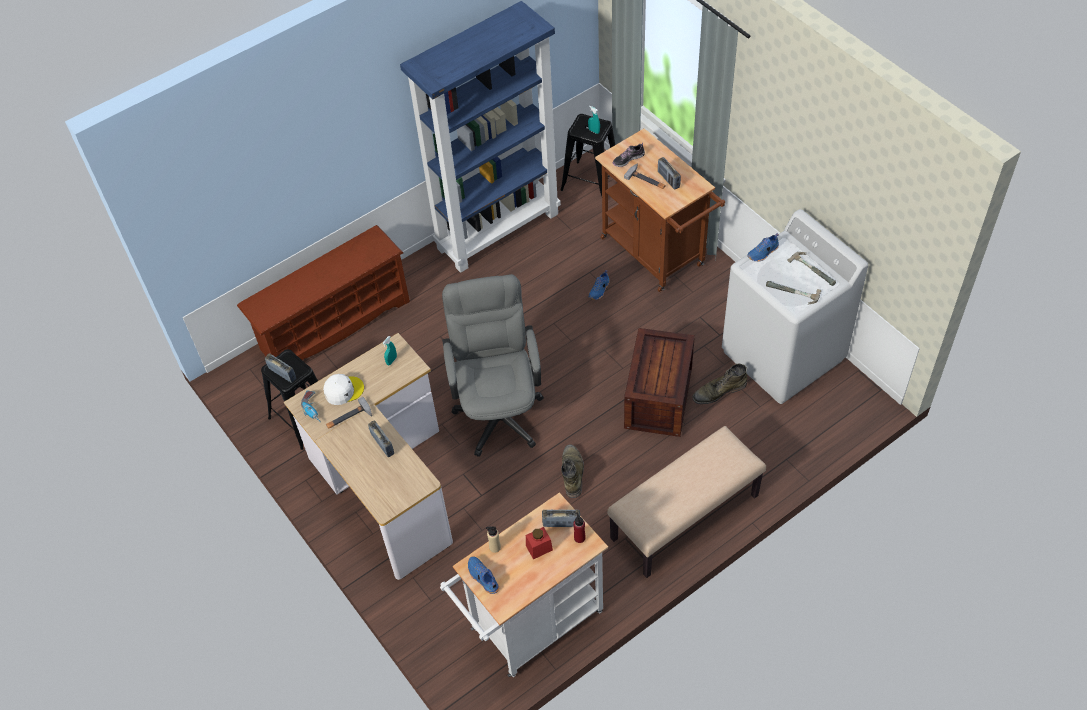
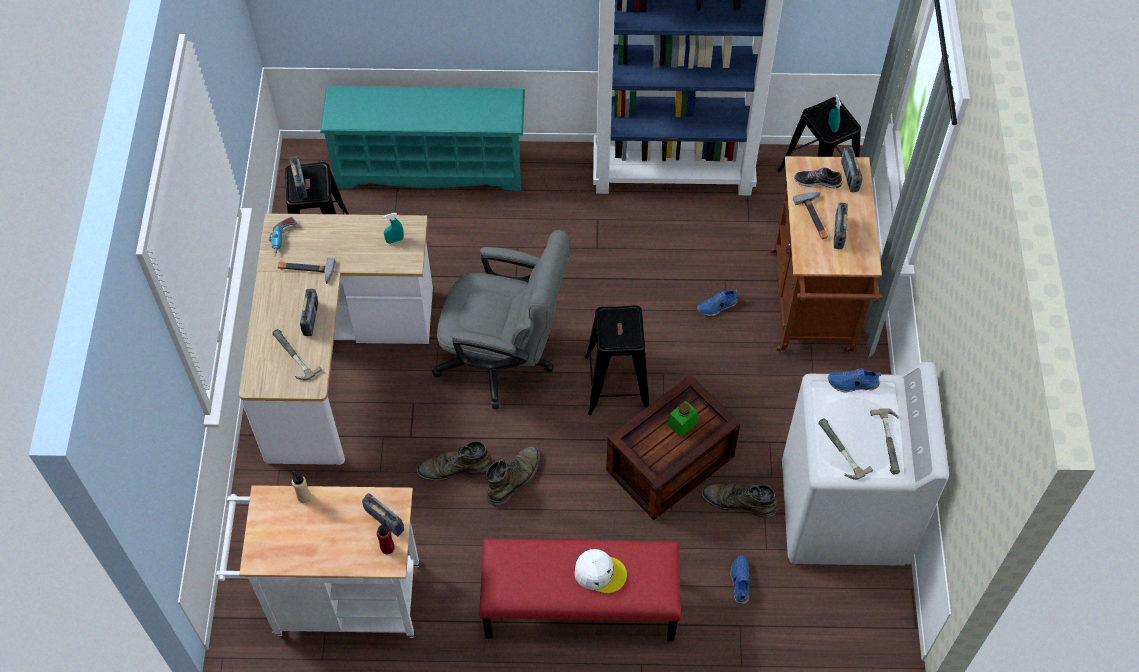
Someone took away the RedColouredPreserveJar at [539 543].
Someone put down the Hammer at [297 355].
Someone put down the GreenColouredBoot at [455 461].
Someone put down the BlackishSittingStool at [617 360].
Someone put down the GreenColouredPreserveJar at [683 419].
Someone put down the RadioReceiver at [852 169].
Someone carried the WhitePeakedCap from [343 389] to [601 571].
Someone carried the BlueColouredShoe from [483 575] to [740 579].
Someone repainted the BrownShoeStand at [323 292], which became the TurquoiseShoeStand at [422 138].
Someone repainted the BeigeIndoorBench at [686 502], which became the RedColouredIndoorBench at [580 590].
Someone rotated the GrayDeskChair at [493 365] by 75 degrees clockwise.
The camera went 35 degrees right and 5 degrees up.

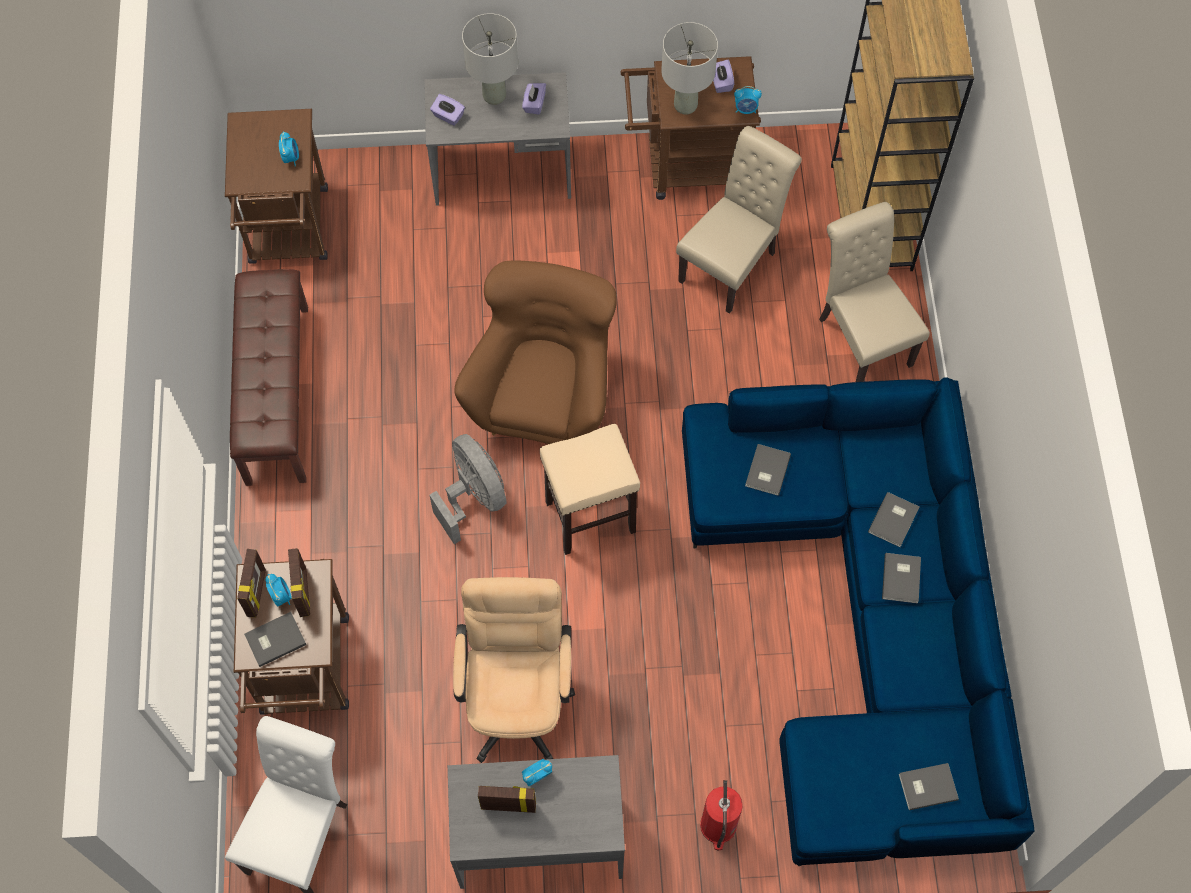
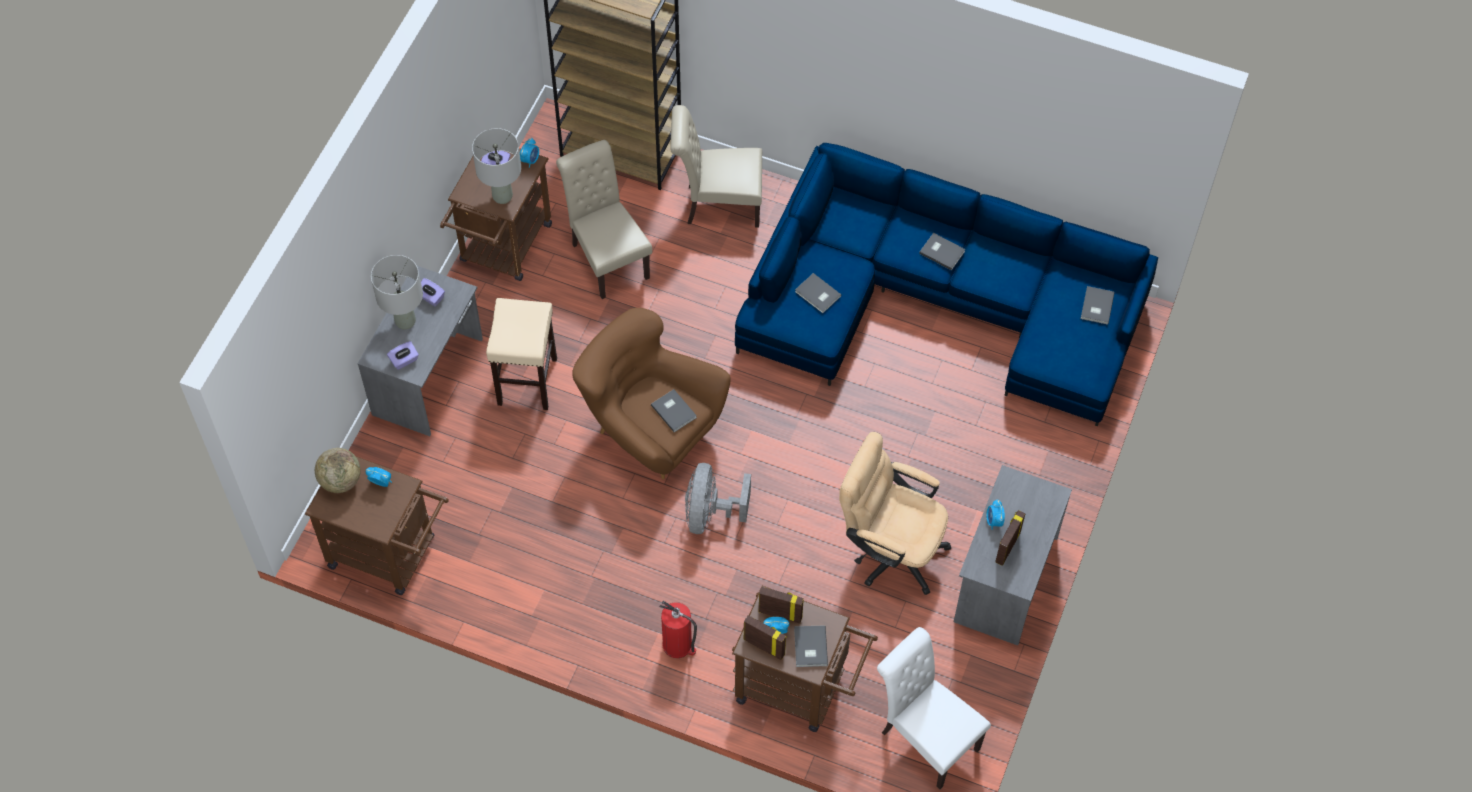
Someone took away the BrownIndoorBench at [269 377].
Someone put down the DeskGlobe at [338 470].
Someone carried the BeigeSittingStool from [590 489] to [521 354].
Someone carried the FireFightingCylinder from [721 815] to [678 629].
Someone carried the GrayVolume from [893 519] to [674 410].
Someone rotated the GrayElectricFan at [467 489] by 75 degrees counterclockwise.
The camera went 65 degrees left and 5 degrees down.

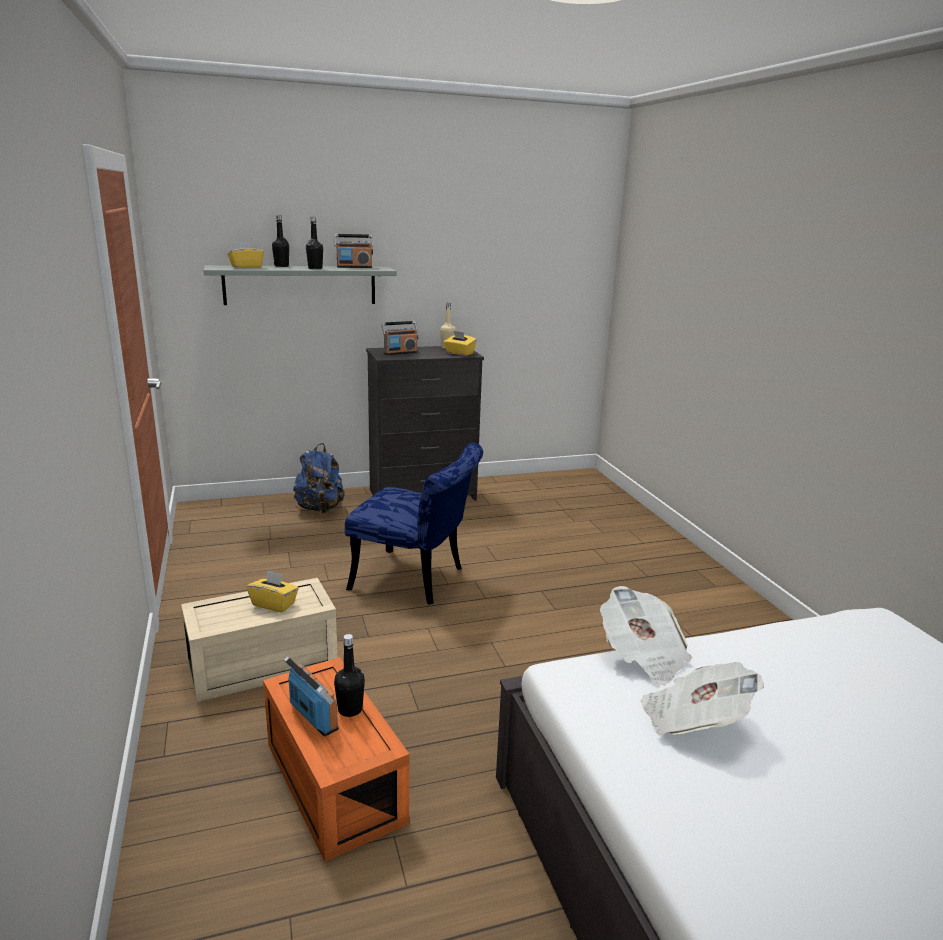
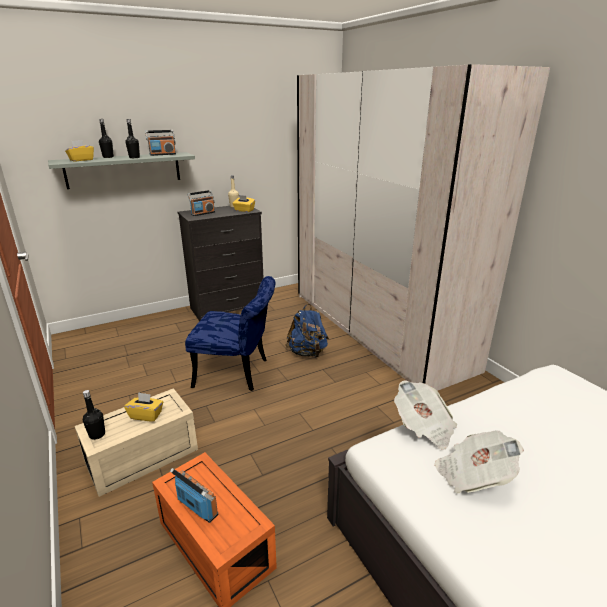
Someone put down the BeigeWardrobe at [423 227].
Someone carried the BlueColouredBackpack from [319 478] to [307 331].
Someone carried the BlackishDrinkBottle from [349 675] to [94 415].
The camera went 10 degrees left and 5 degrees up.

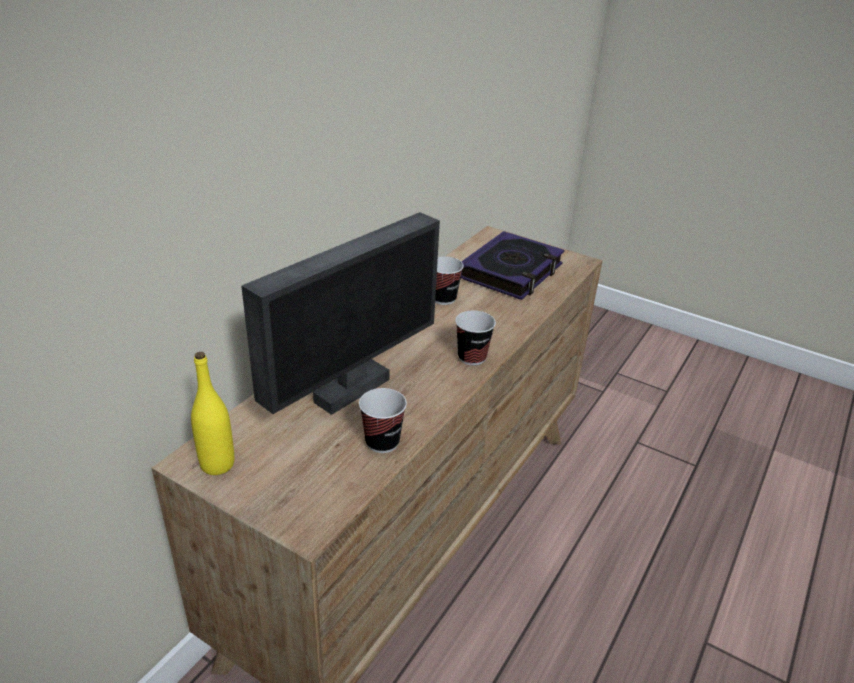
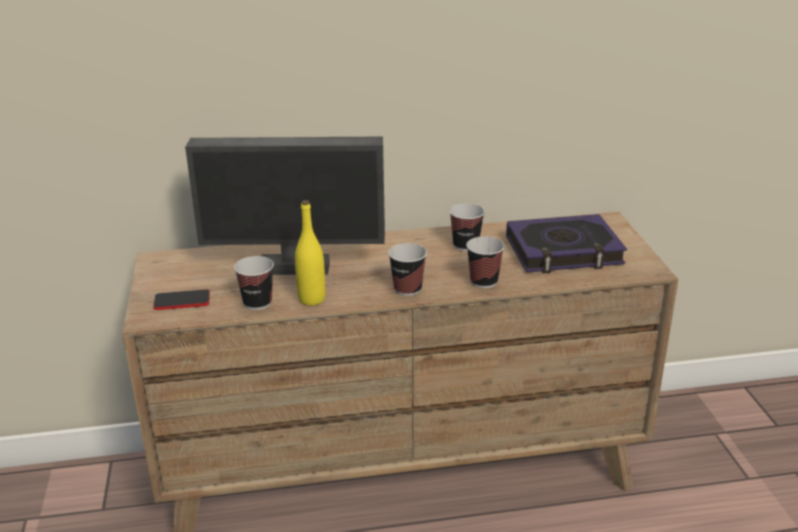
Someone put down the Telephone at [181 299].
Someone put down the Cup at [485 262].
Someone carried the YellowDrinkBottle from [212 413] to [310 253].
The camera went 50 degrees right and 5 degrees down.

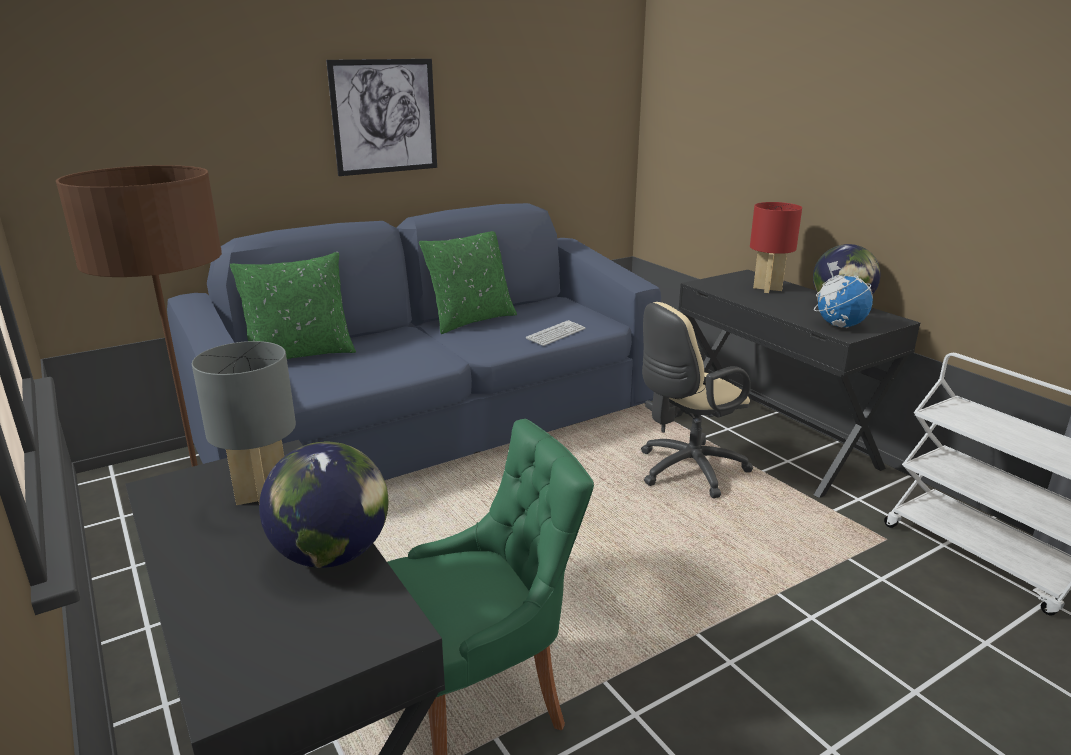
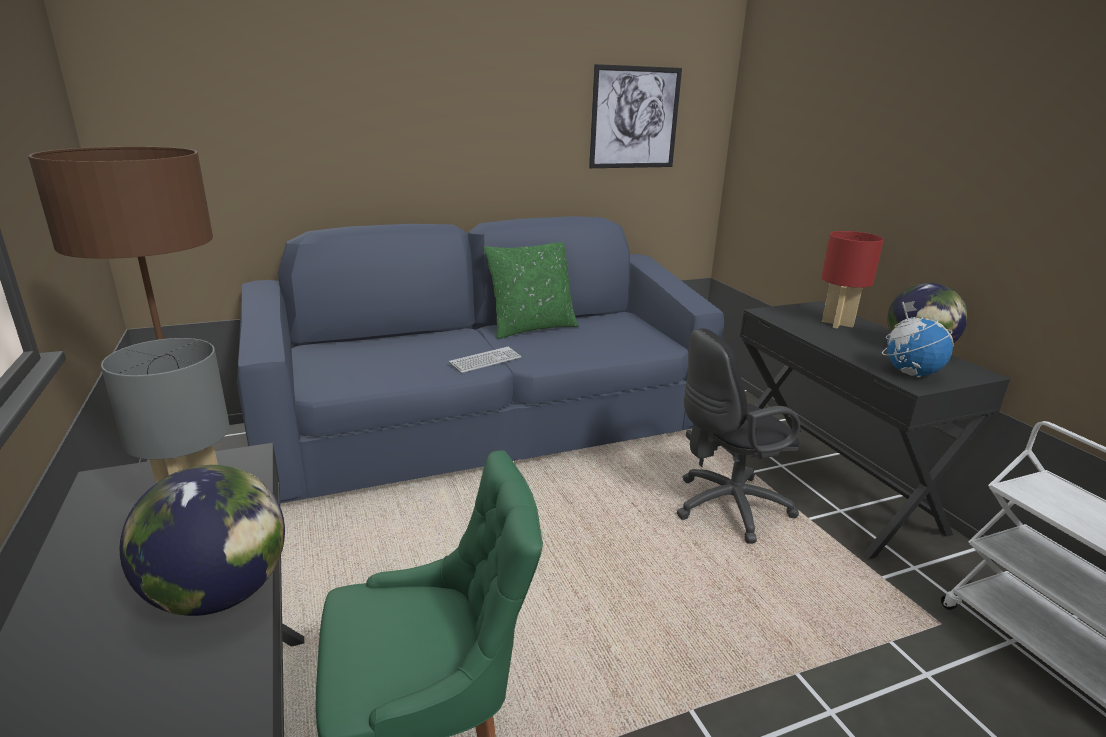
Someone took away the GreenColouredPillow at [293 305].
Someone carried the WallArt from [381 117] to [635 116].
Someone carried the PcKeyboard from [555 333] to [485 360].
Someone repainted the BeigeDeskChair at [697 400], which became the BlackishDeskChair at [738 435].
The camera went 10 degrees right and 0 degrees up.

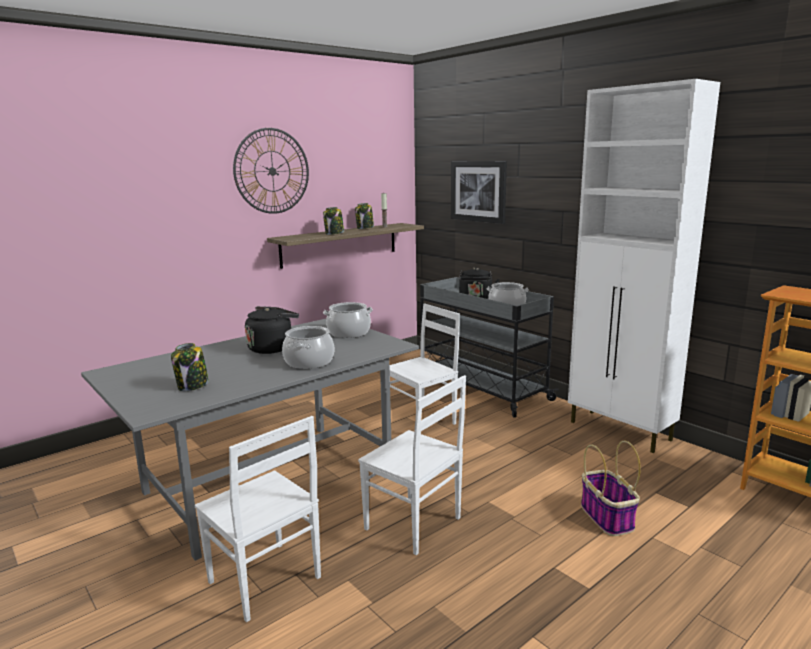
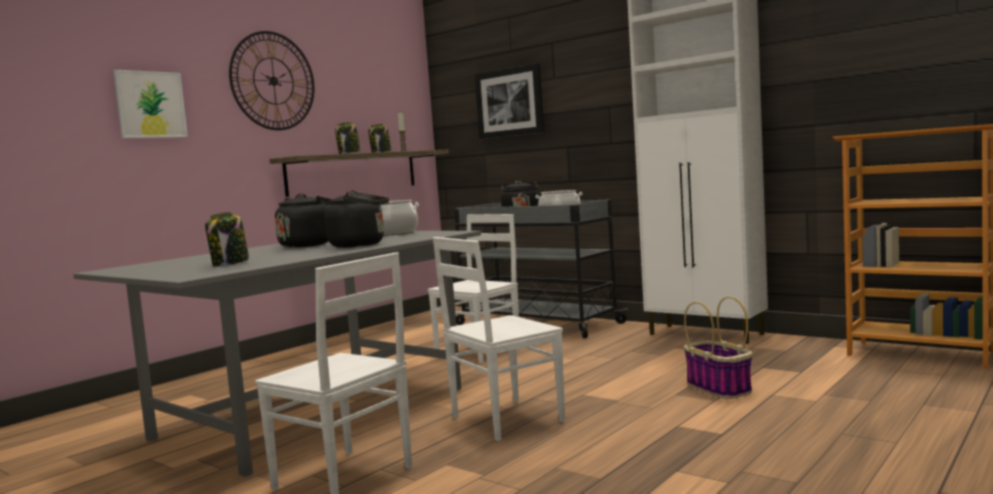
Someone put up the WallArt at [150 104].
Someone swapped the Stockpot at [308 347] for the BlackishTeaKettle at [357 219].
Someone rotated the WhiteChair at [412 465] by 120 degrees clockwise.
The camera went 10 degrees left and 10 degrees down.

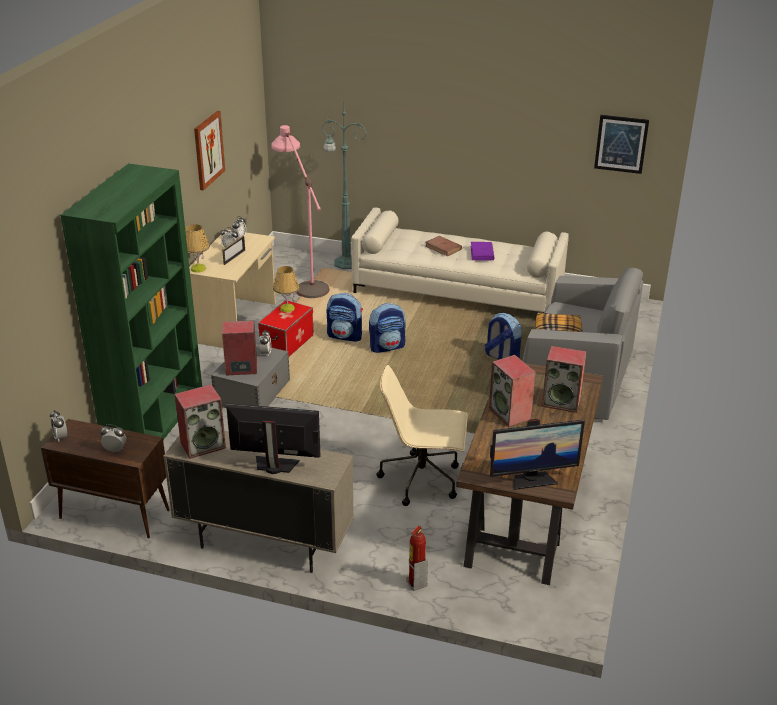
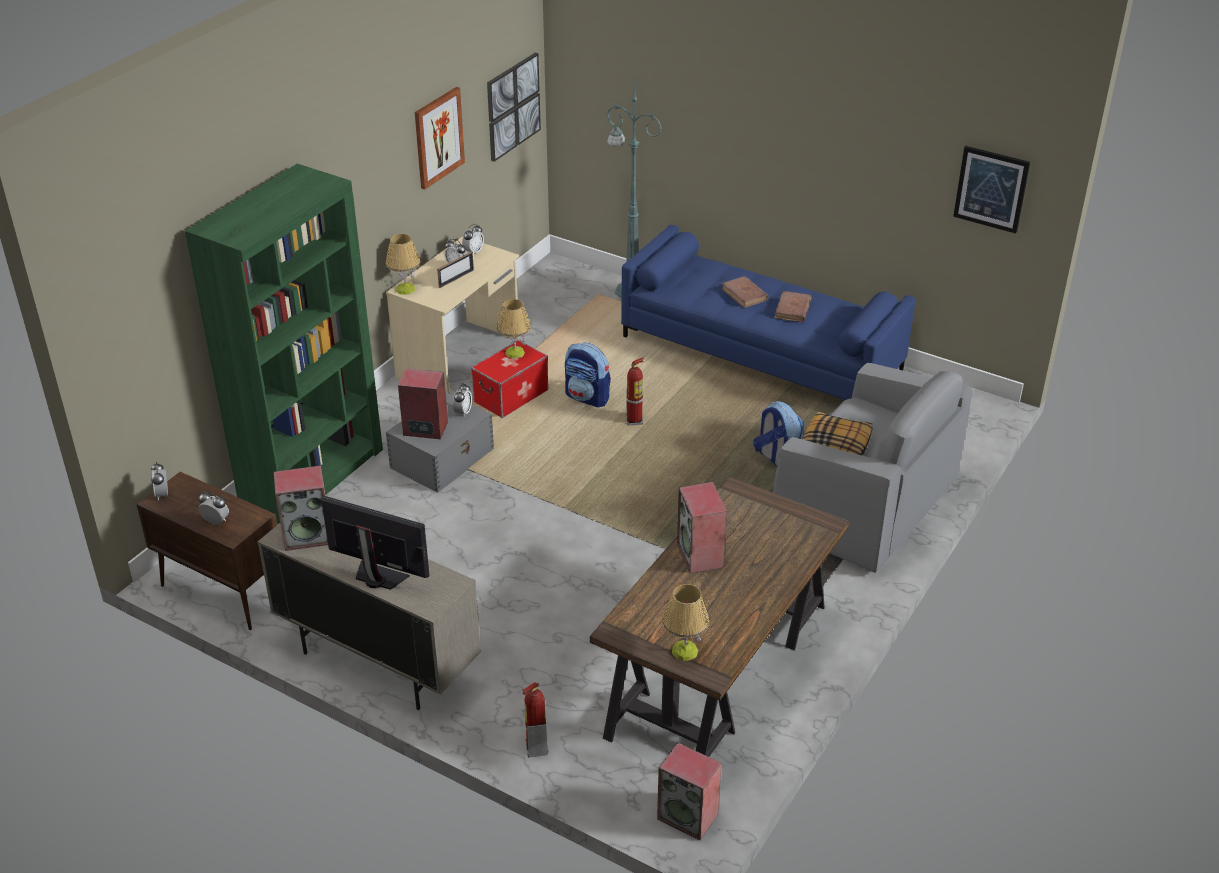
Someone took away the PinkColouredStandardLamp at [300 211].
Someone took away the BeigeDeskChair at [422 435].
Someone put up the WallArt at [514 107].
Someone carried the AudioSpeaker from [564 379] to [689 791].
Someone swapped the Backpack at [387 328] for the FireFightingCylinder at [635 392].
Someone swapped the Monitor at [537 454] for the TableLamp at [686 622].
Someone repainted the BeigeSettee at [460 260], which became the BlueColouredSettee at [768 312].
Someone repainted the PurplishVolume at [482 251], which became the BrownVolume at [793 306].
The camera went 15 degrees right and 5 degrees up.

